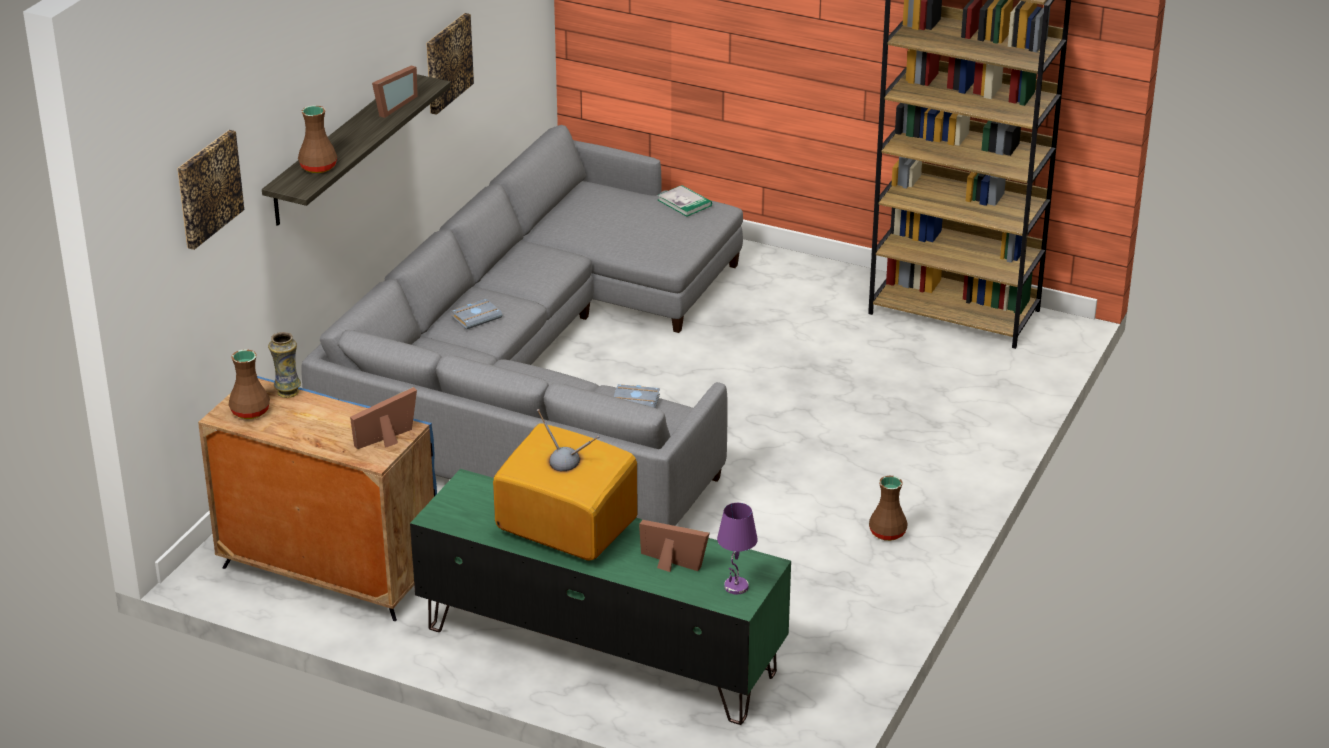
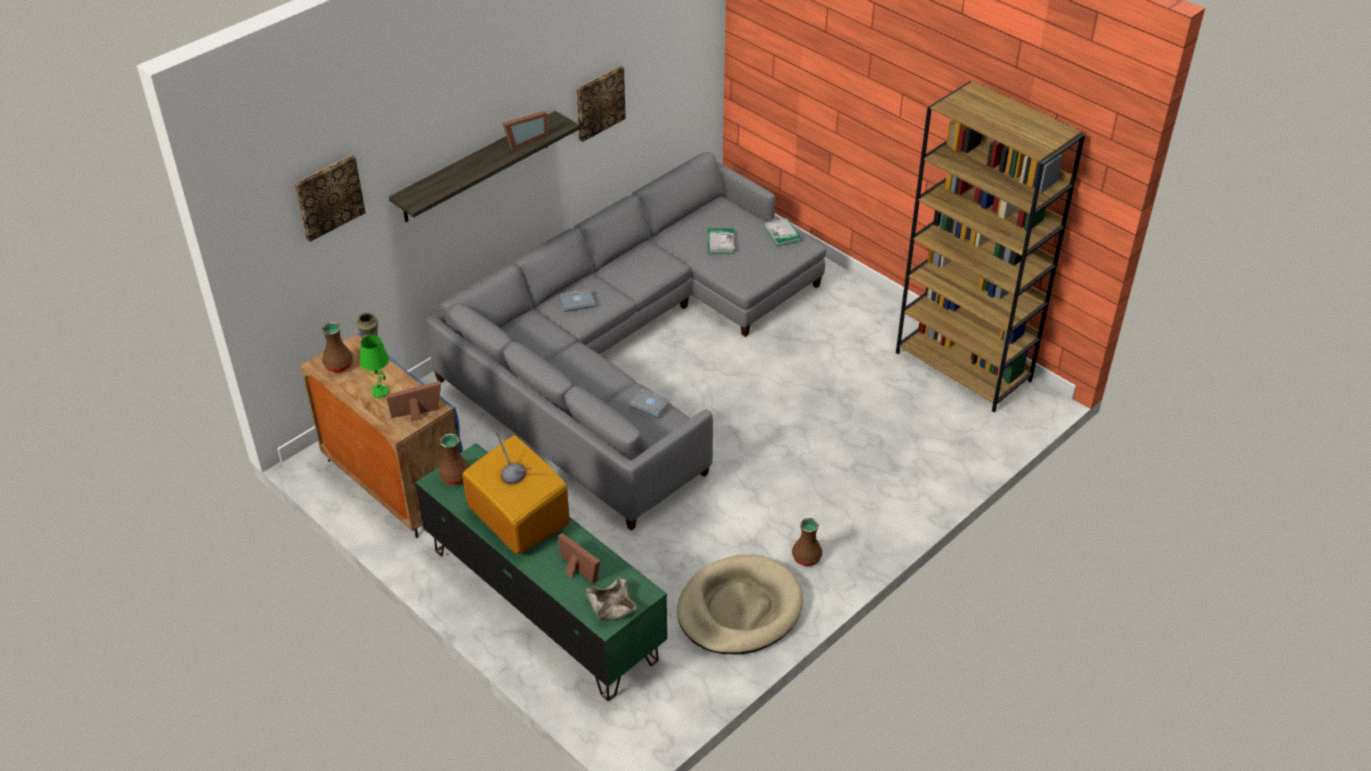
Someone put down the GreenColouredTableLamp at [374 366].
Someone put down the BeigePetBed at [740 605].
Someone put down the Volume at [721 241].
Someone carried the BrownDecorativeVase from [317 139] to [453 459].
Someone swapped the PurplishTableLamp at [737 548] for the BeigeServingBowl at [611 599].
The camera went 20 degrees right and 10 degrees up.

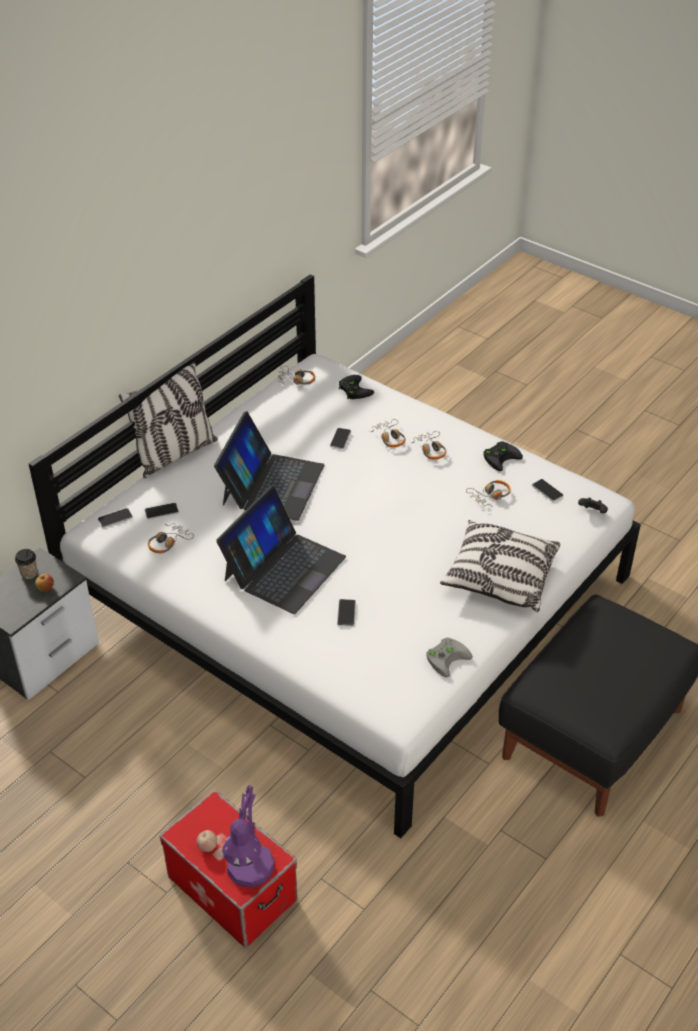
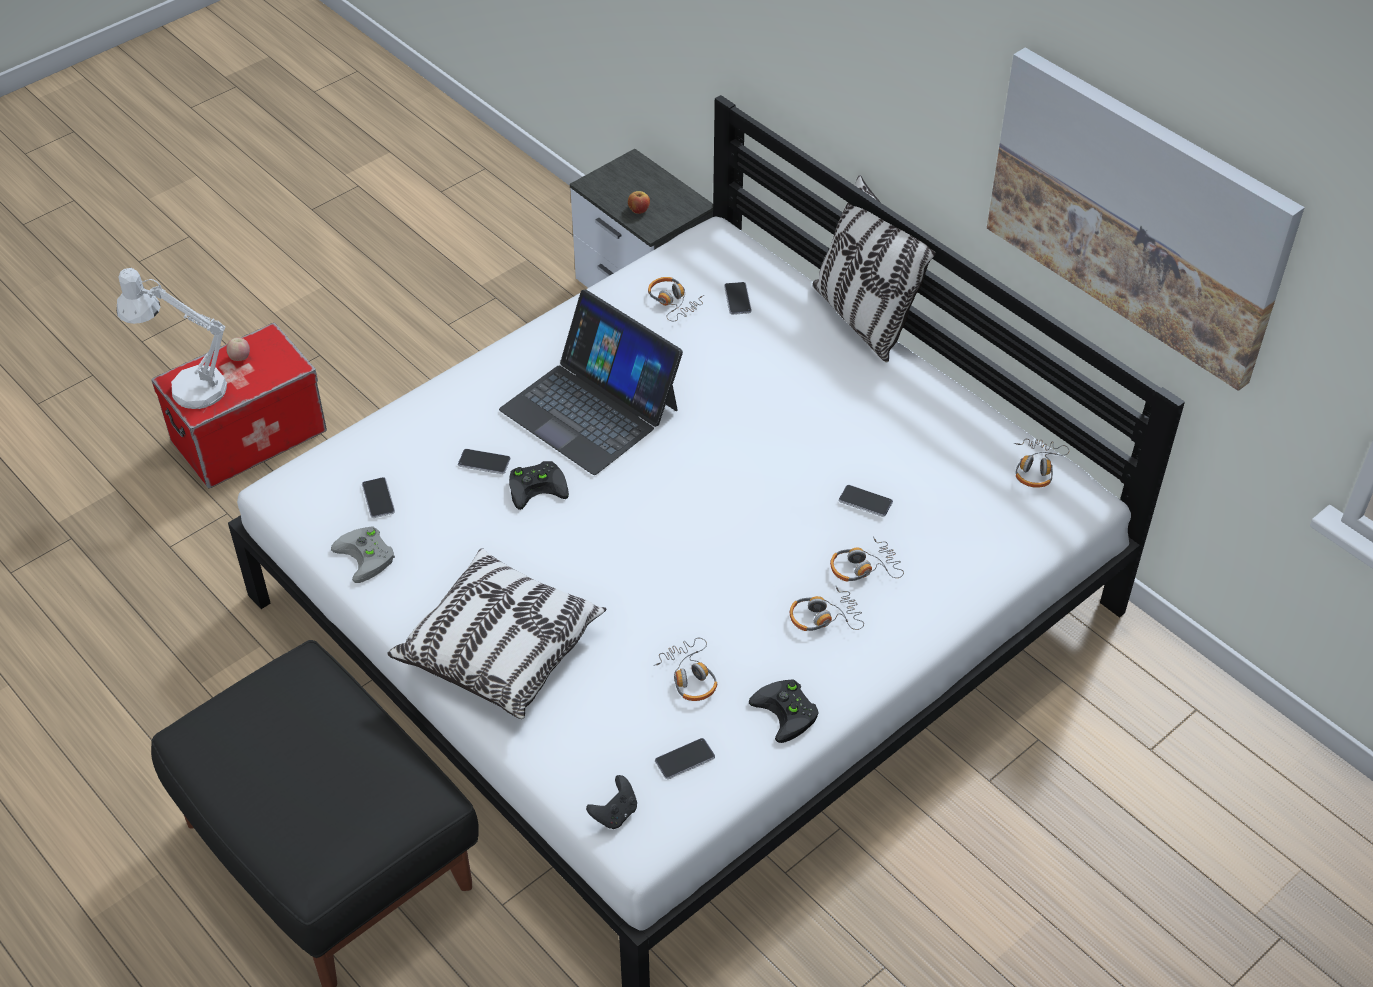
Someone took away the Cup at [26 564].
Someone took away the NotebookComputer at [269 466].
Someone put up the WallArt at [1146 219].
Someone carried the Telephone from [115 518] to [378 497].
Someone carried the BlackishJoypad from [356 387] to [539 485].
Someone repainted the PurplishTableLamp at [248 836], which became the WhiteTableLamp at [172 338].
The camera went 100 degrees right and 5 degrees up.

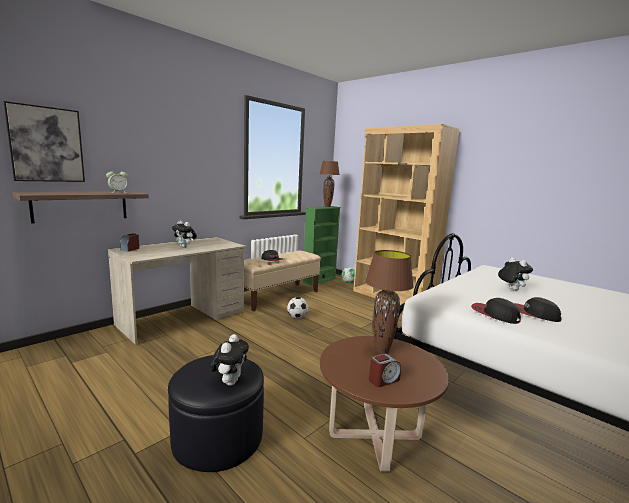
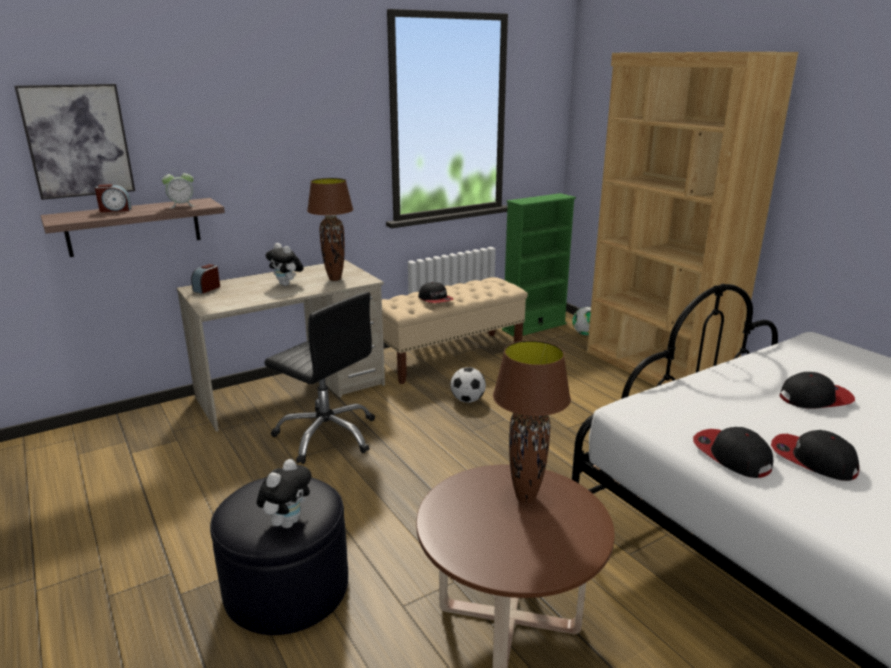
Someone put down the BlackishDeskChair at [319 378].
Someone carried the BrownTableLamp from [330 184] to [330 229].
Someone carried the BedsideClock from [385 370] to [113 198].
Someone swapped the CuddlyToy at [515 274] for the PeakedCap at [817 390].
The camera went 15 degrees right and 10 degrees up.

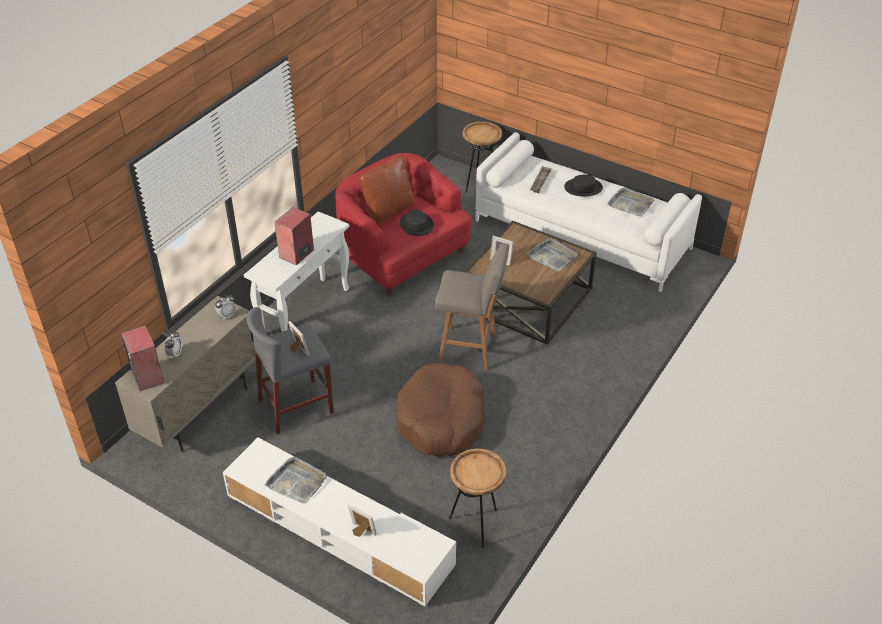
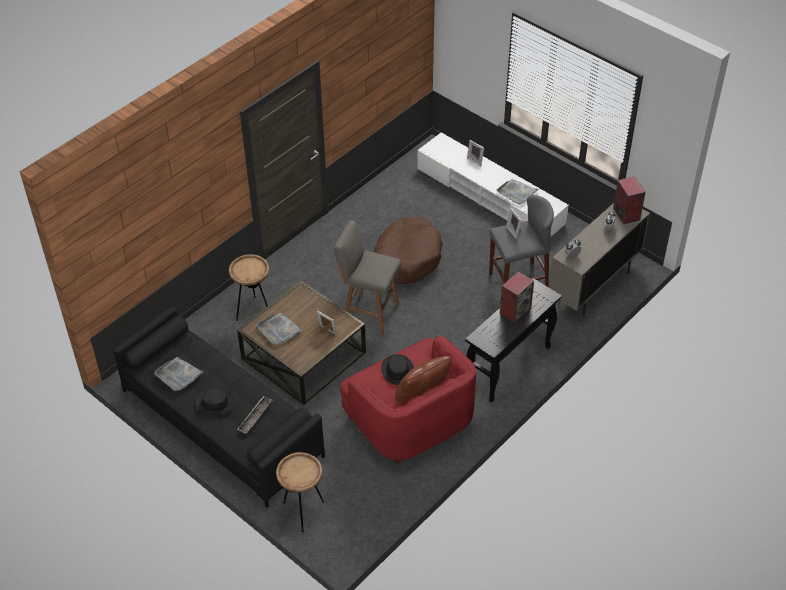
Someone carried the BrownSideTable from [478 498] to [249 287].
Someone repainted the WhiteConsoleTable at [297 271], which became the BlackishConsoleTable at [513 340].
Someone repainted the WhiteSettee at [588 212], which became the BlackishSettee at [219 407].
The camera went 170 degrees left and 5 degrees up.

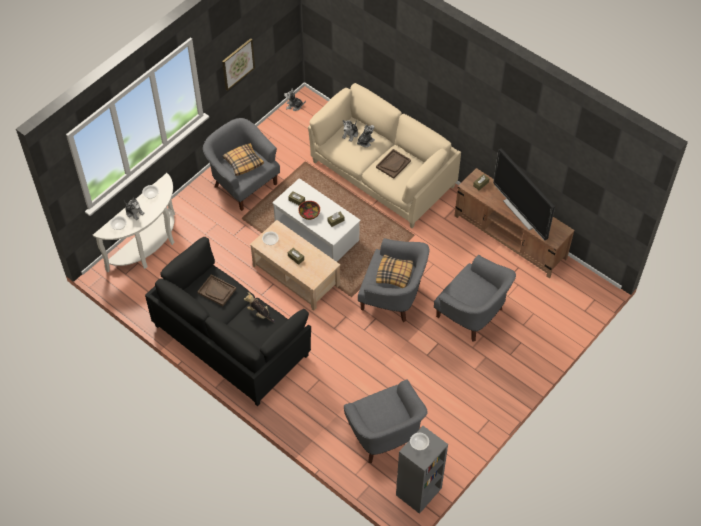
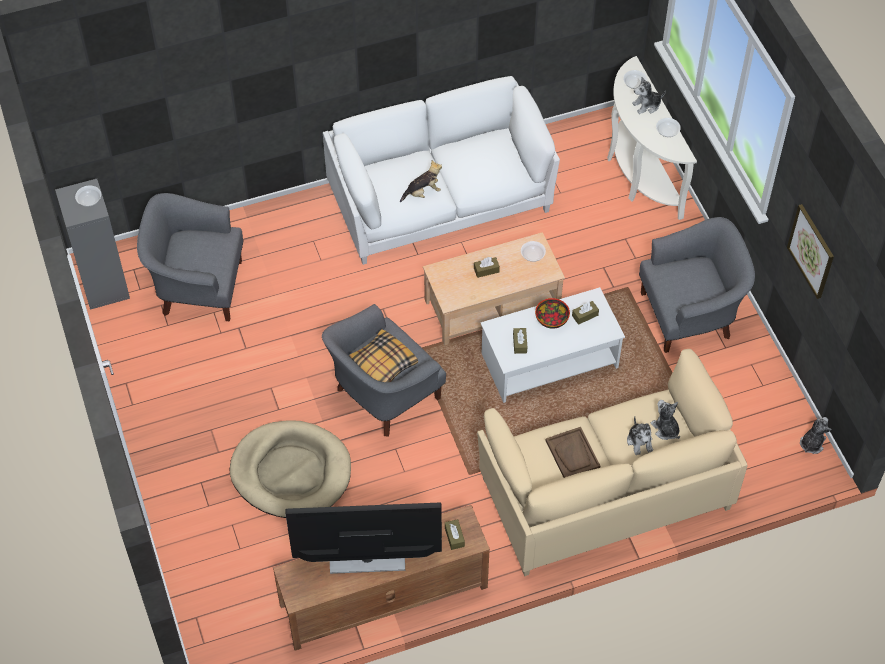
Someone took away the BrownServingTray at [216 290].
Someone took away the Pillow at [243 159].
Someone swapped the GrayLoungeChair at [475 298] for the BeigePetBed at [290 469].
Someone repainted the BlackishSettee at [228 321], which became the WhiteSettee at [441 170].
The camera went 120 degrees right and 0 degrees up.

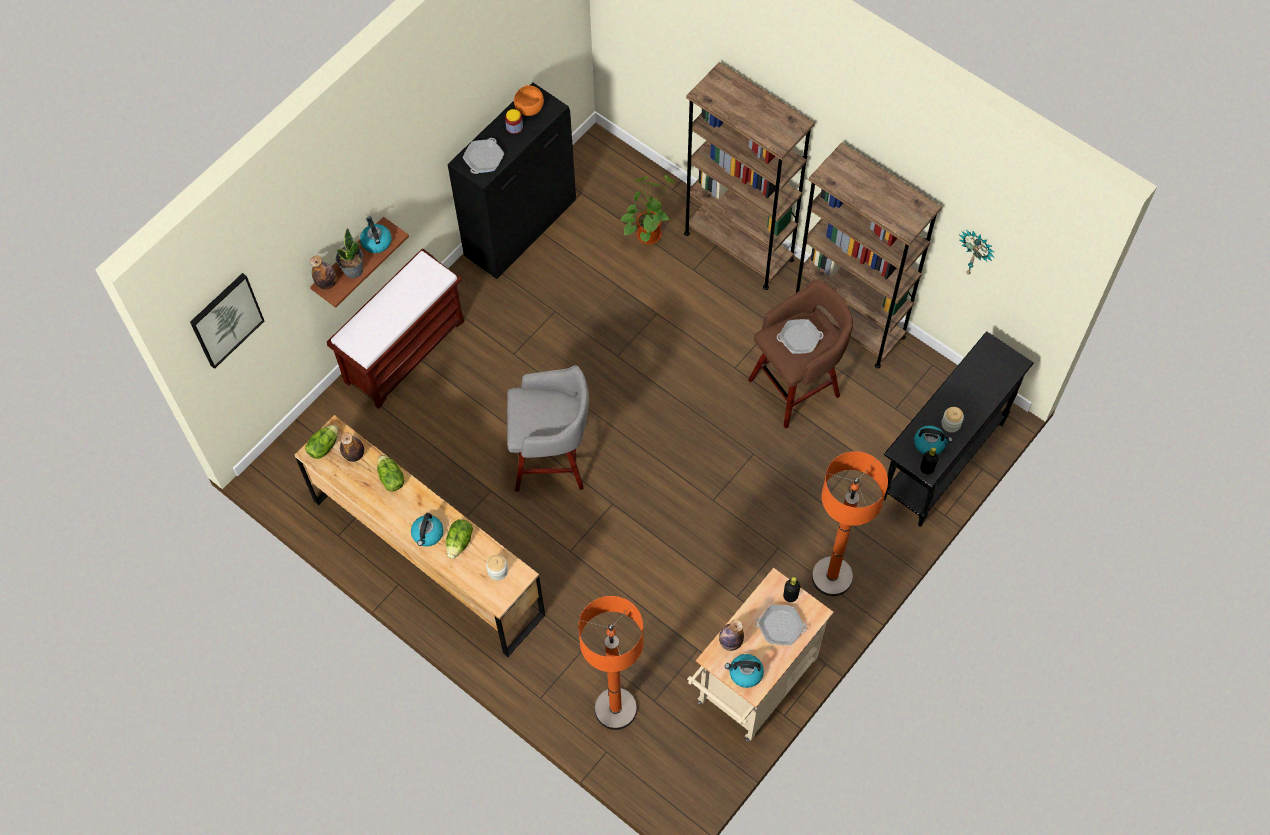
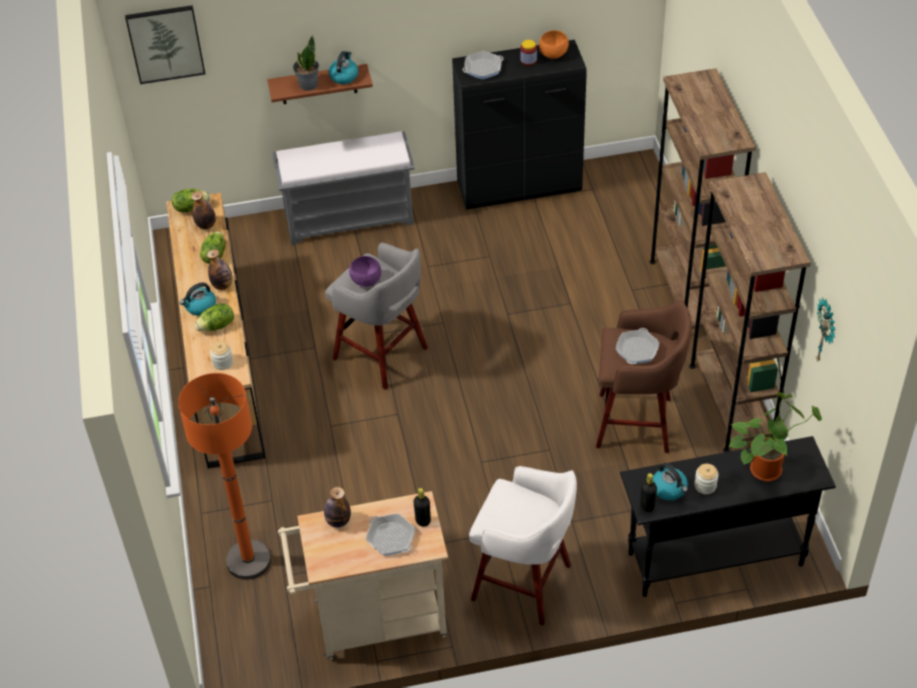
Someone took away the TeaKettle at [744 671].
Someone put down the PurplishServingBowl at [365 272].
Someone carried the DrinkBottle from [323 273] to [219 269].
Someone carried the PlantInAPot from [647 210] to [775 436].
Someone swapped the OrangeColouredStandardLamp at [850 523] for the WhiteSittingStool at [523 546].
Someone repainted the BrownIndoorBench at [395 328], which became the GrayIndoorBench at [344 188].
Someone rotated the Skillet at [800 336] by 75 degrees clockwise.
The camera went 40 degrees right and 15 degrees down.

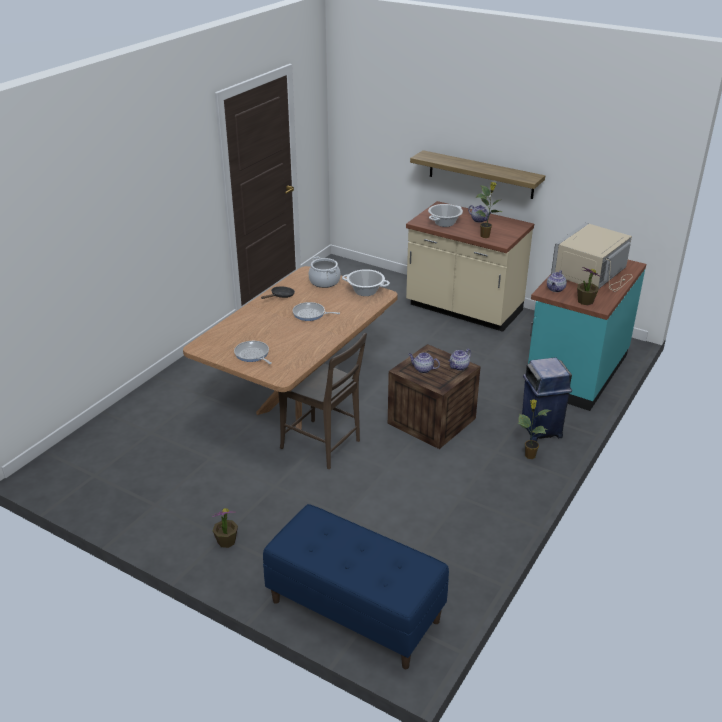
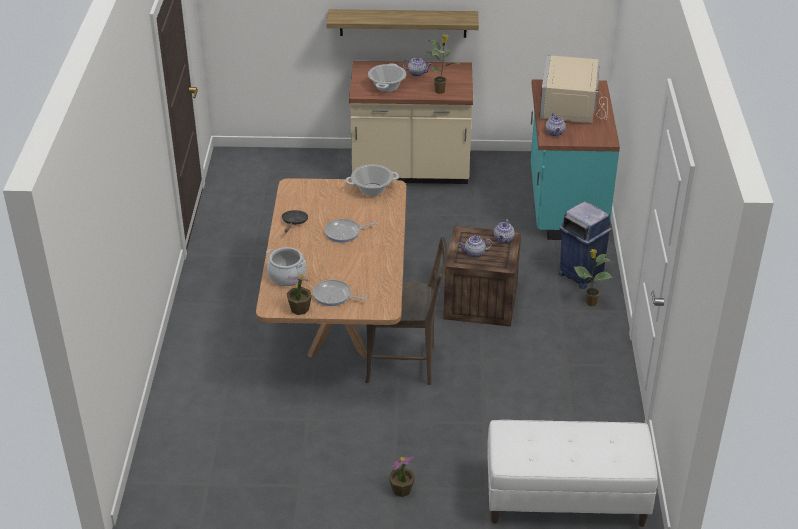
Someone carried the Stockpot from [325 272] to [286 266].
Someone carried the PlantInAPot from [589 286] to [299 294].
Someone repainted the BlueColouredIndoorBench at [356 586], which became the WhiteIndoorBench at [572 473].
The camera went 30 degrees left and 5 degrees up.

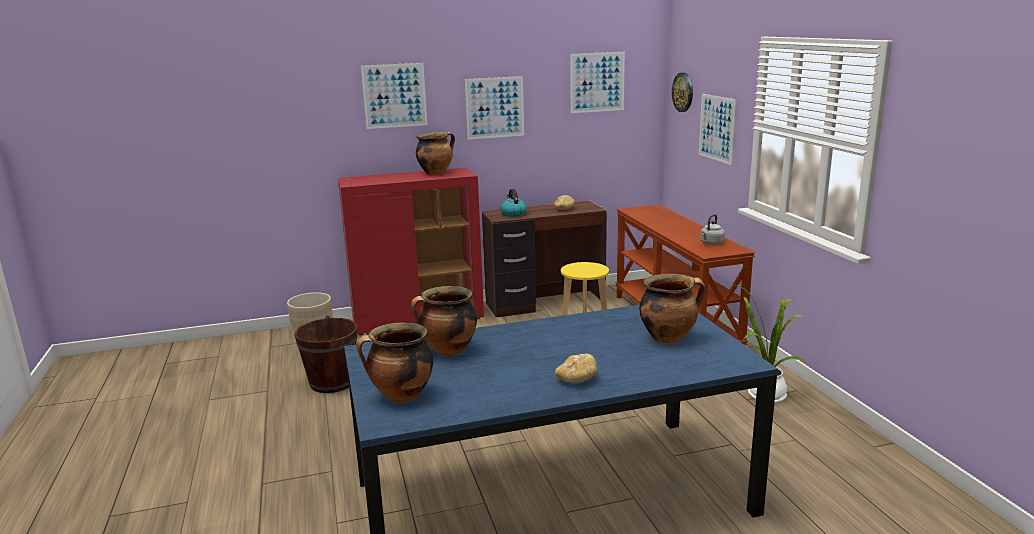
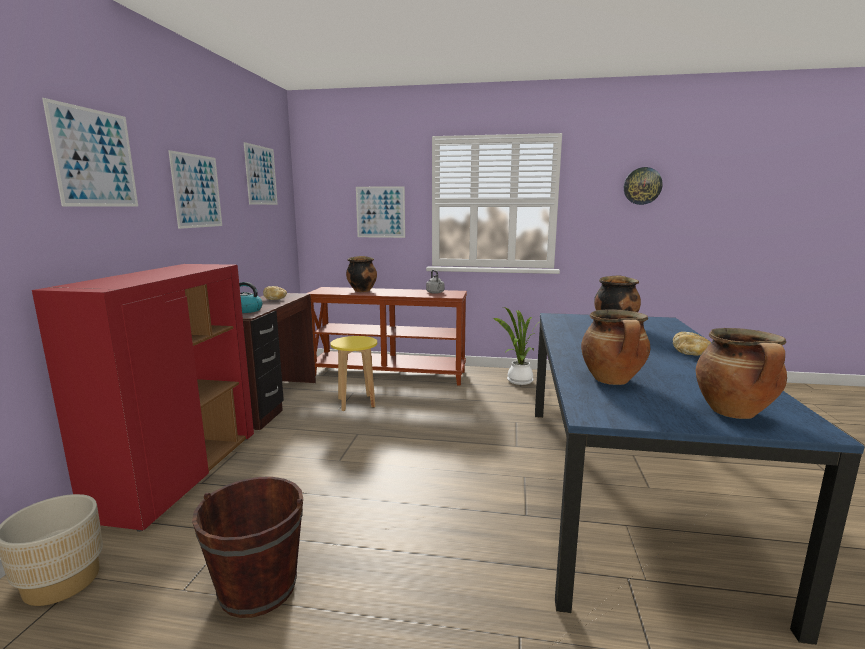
Someone carried the Stockpot from [435 153] to [361 274].
Someone carried the WallClock from [682 92] to [643 186].
The camera went 65 degrees left and 5 degrees down.

